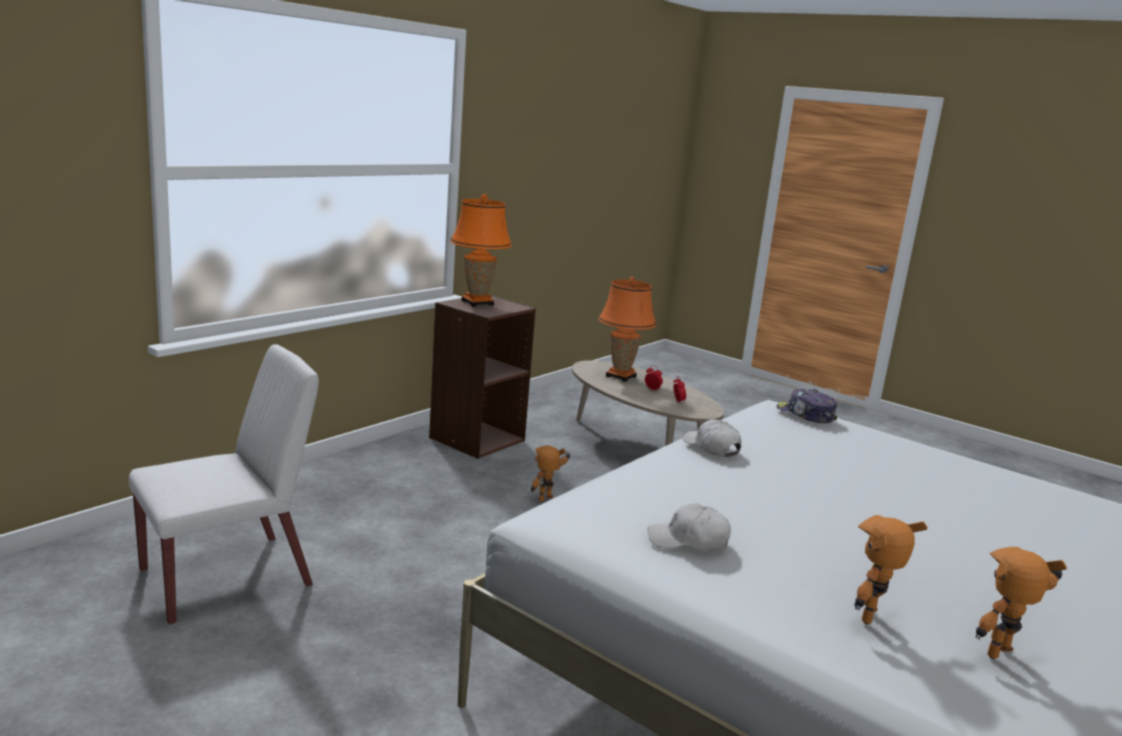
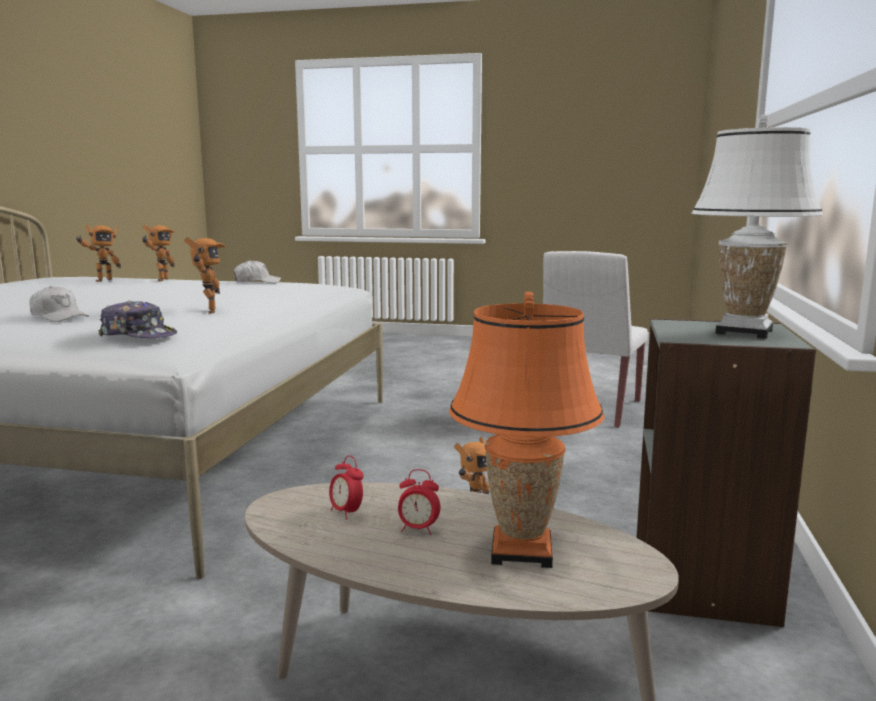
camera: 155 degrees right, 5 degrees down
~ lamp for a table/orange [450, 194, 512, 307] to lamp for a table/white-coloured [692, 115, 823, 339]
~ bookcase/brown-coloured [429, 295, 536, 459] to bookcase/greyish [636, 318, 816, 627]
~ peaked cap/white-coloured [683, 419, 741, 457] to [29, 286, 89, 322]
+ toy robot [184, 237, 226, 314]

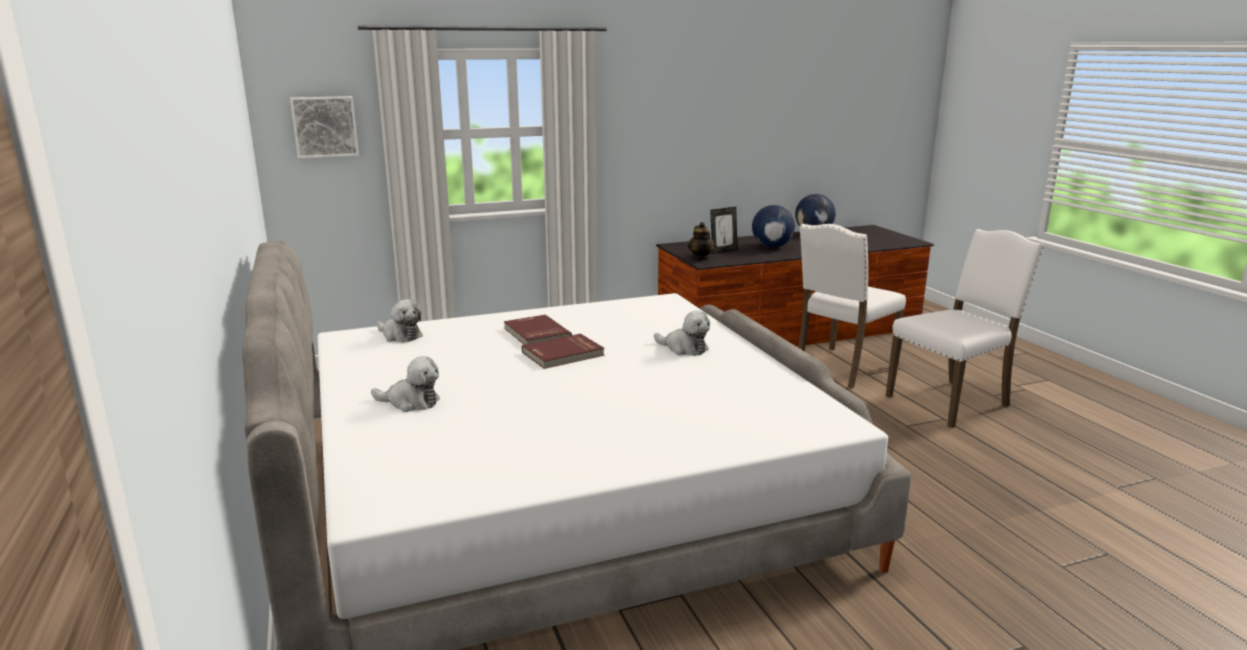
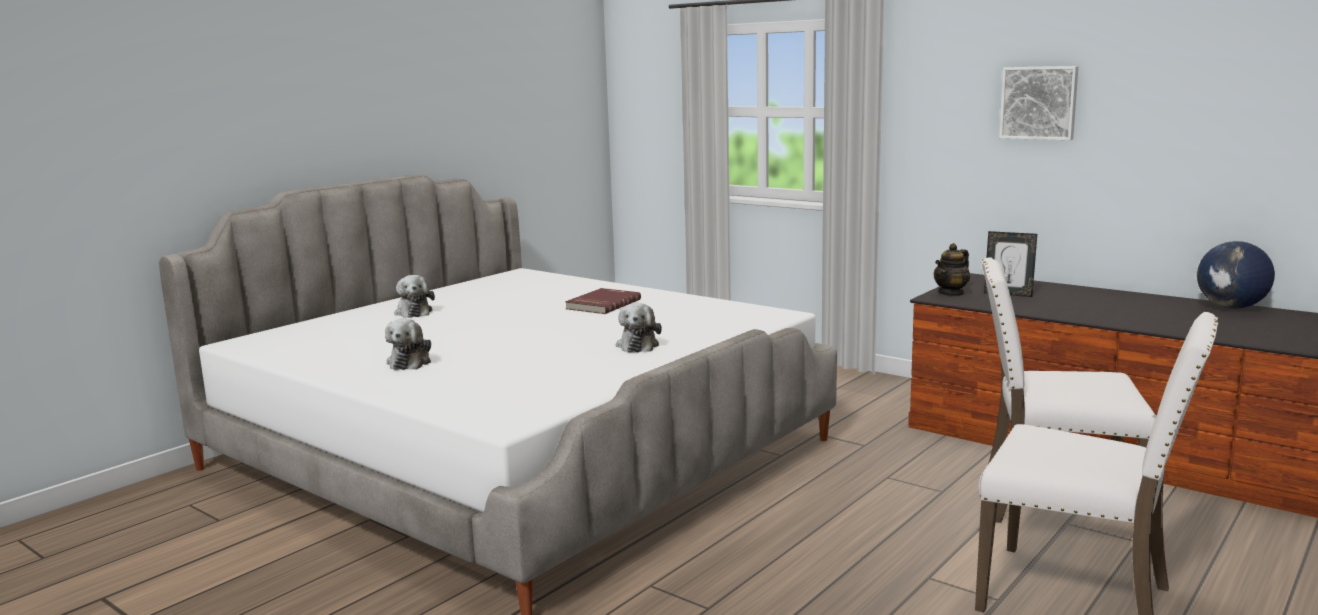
camera: 60 degrees right, 5 degrees down
~ picture [290, 96, 359, 159] to [999, 66, 1078, 140]
- globe [752, 205, 795, 248]
~ soft toy [377, 299, 423, 343] to [385, 318, 431, 370]
- book/reddish [522, 334, 605, 369]

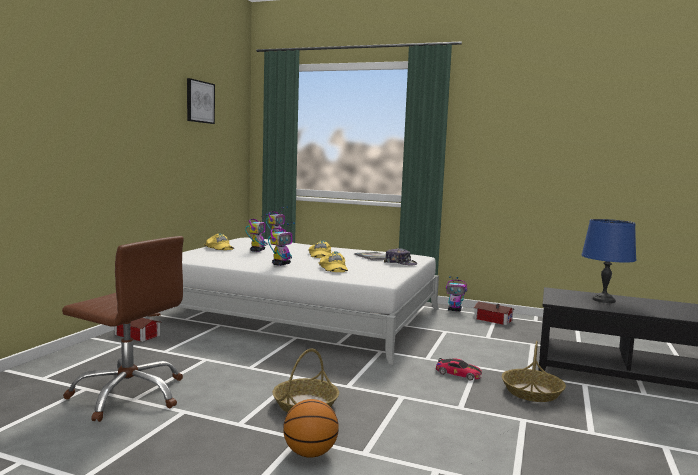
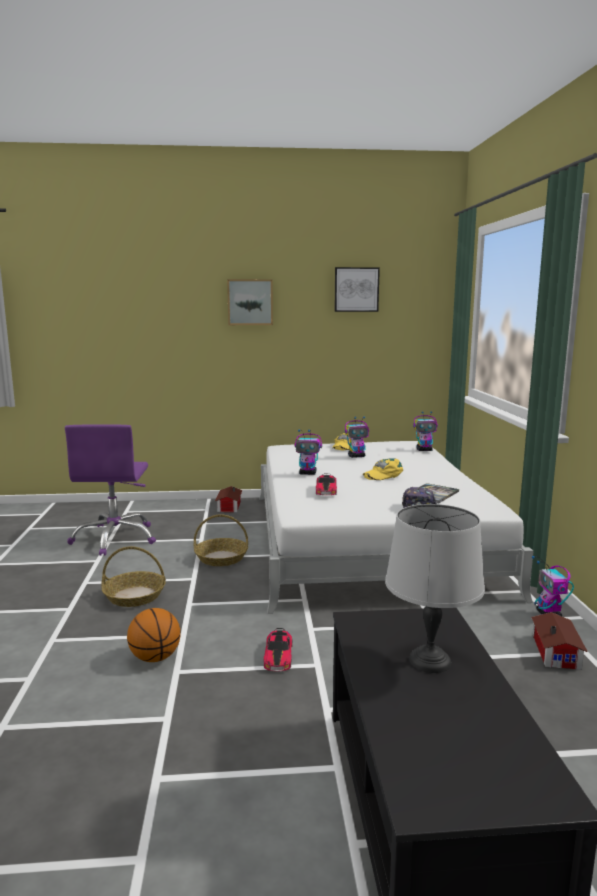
camera: 65 degrees right, 5 degrees up
~ lamp for a table/blue [582, 219, 636, 303] to lamp for a table/greyish [385, 504, 485, 673]
~ desk chair/brown-coloured [62, 236, 184, 422] to desk chair/purplish [65, 424, 156, 556]
~ peaked cap/yellow [319, 251, 348, 272] to miniature car [316, 473, 337, 495]
~ household basket [502, 341, 566, 402] to [194, 514, 248, 566]
~ ball for basketball [283, 399, 339, 458] to [127, 608, 181, 662]
+ picture [227, 279, 273, 325]

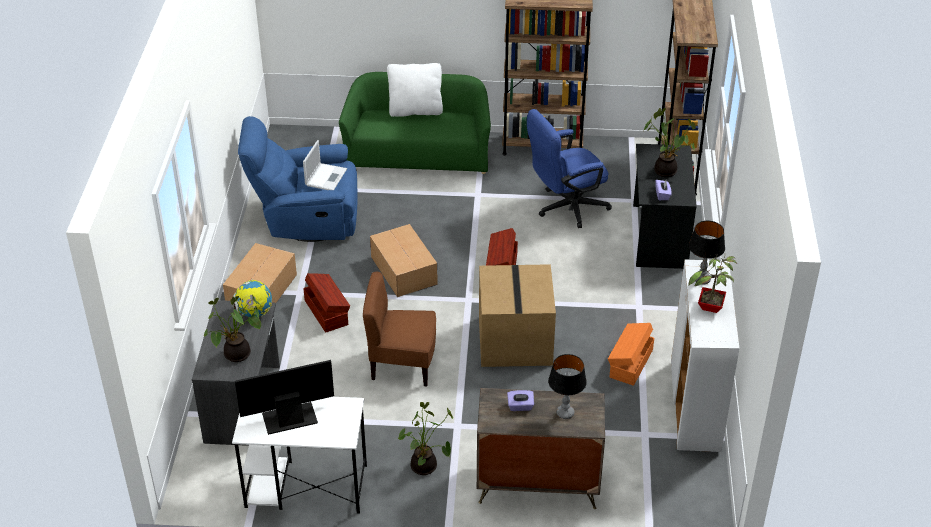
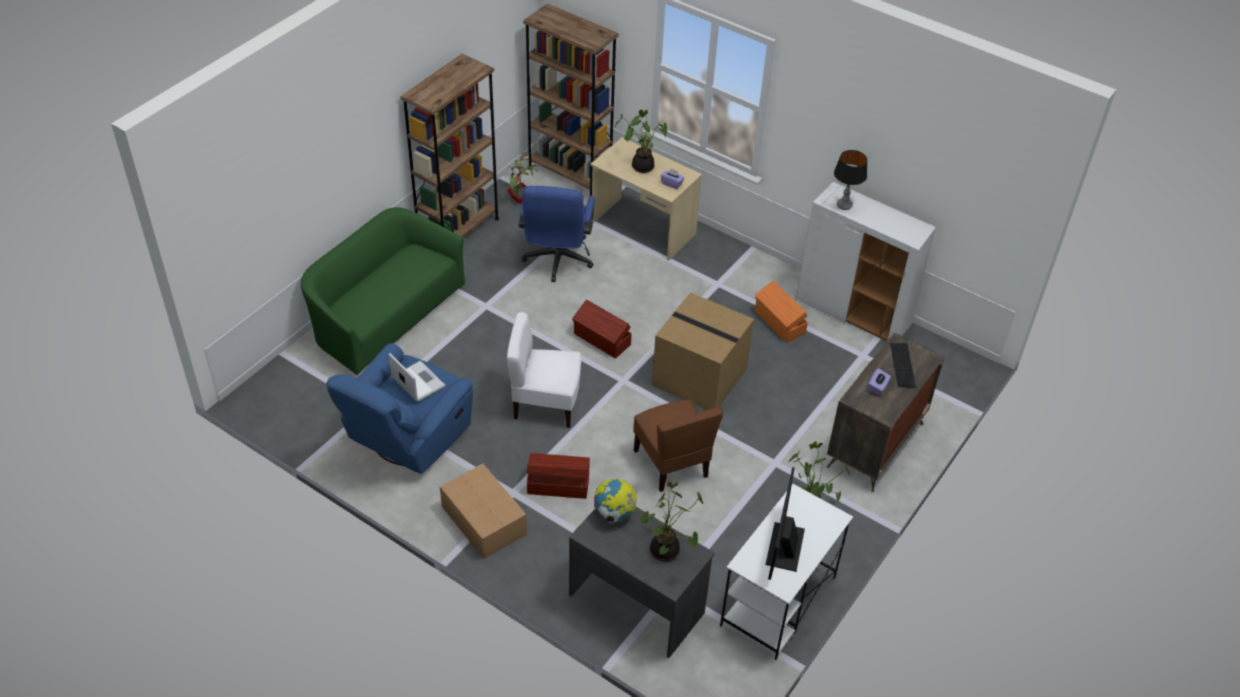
camera: 60 degrees left, 5 degrees up
- throw pillow/white-coloured [387, 63, 443, 117]
~ desk table/black-coloured [633, 144, 697, 269] to desk table/beige-coloured [590, 138, 702, 261]
~ carton [370, 224, 438, 297] to chair/white-coloured [507, 312, 581, 428]
~ potted plant [688, 255, 737, 313] to [506, 153, 539, 204]
~ chair/brown-coloured [363, 272, 436, 387] = [634, 400, 723, 492] 60 degrees counterclockwise
~ lamp for a table [548, 354, 587, 419] to computer keyboard [890, 343, 916, 388]

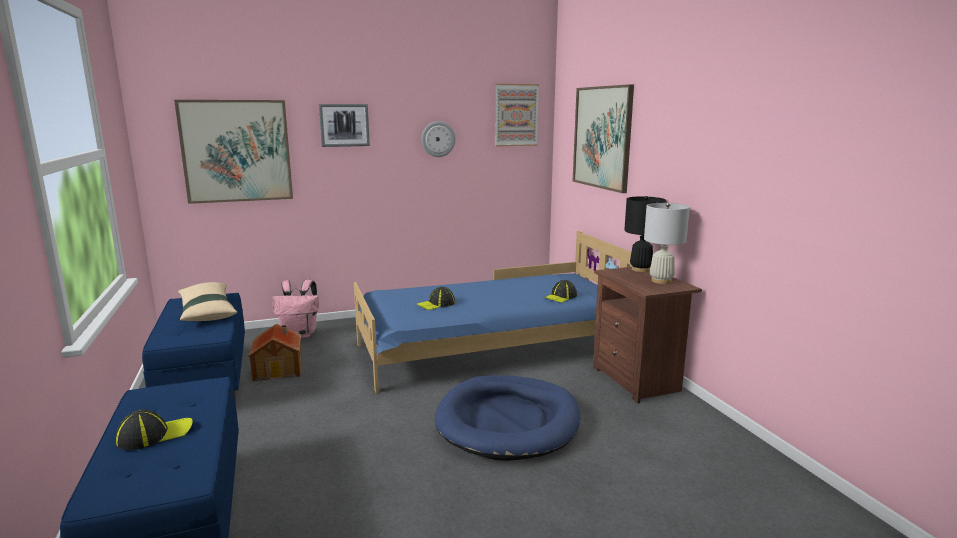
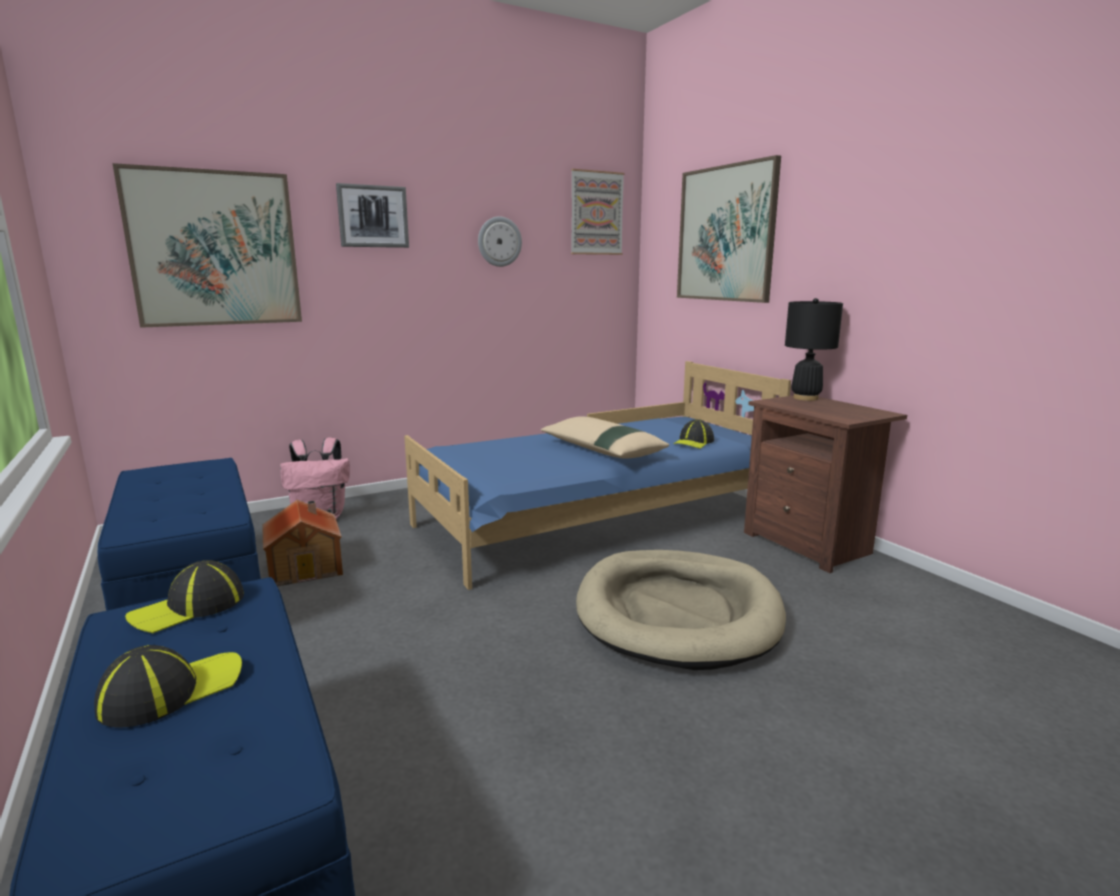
camera: 10 degrees left, 0 degrees up
- lamp for a table/white-coloured [644, 202, 690, 284]
~ throw pillow/beige-coloured [178, 282, 237, 321] to [541, 416, 669, 458]
~ peaked cap [417, 287, 455, 310] to [125, 560, 244, 633]
~ dog bed/blue [435, 375, 580, 461] to dog bed/beige-coloured [576, 550, 786, 670]

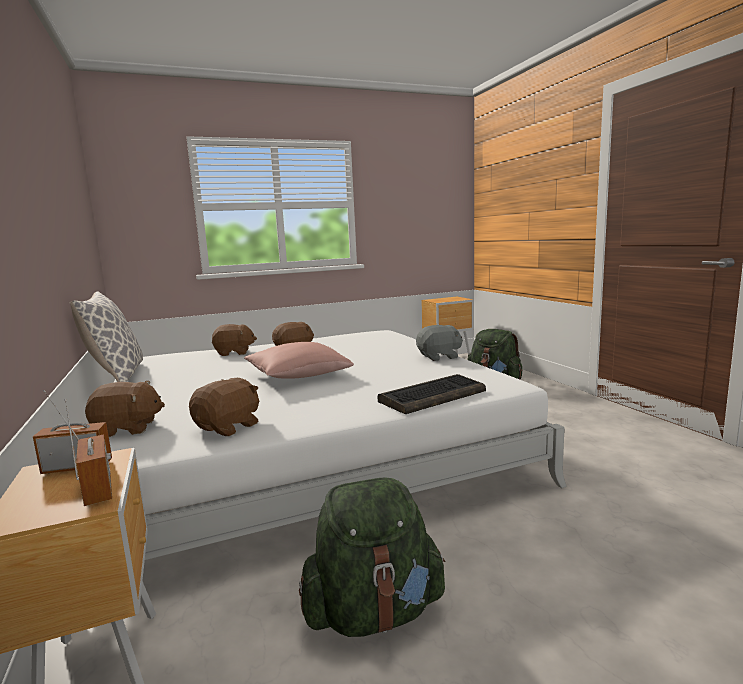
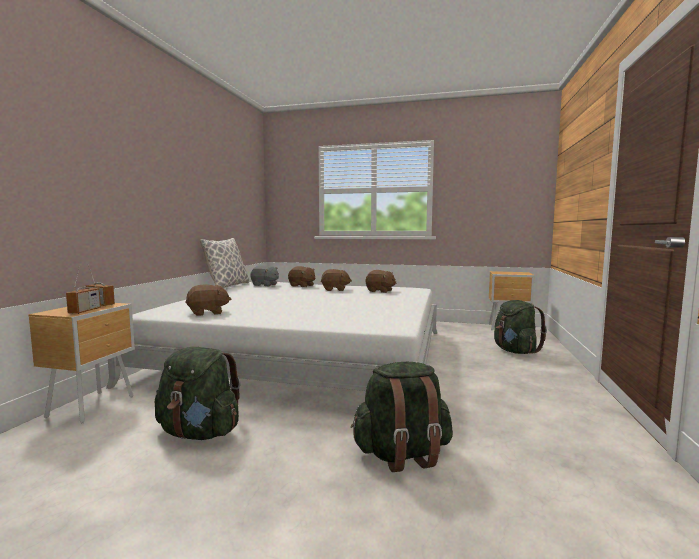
camera: 35 degrees right, 5 degrees down
~ soft toy/greyish [416, 325, 463, 361] to [250, 265, 279, 286]
- throw pillow/pinkish [244, 342, 354, 379]
- computer keyboard [378, 374, 486, 414]
~ soft toy/brown-coloured [85, 381, 165, 437] to [366, 270, 396, 293]
+ backpack/greenish [351, 362, 453, 472]

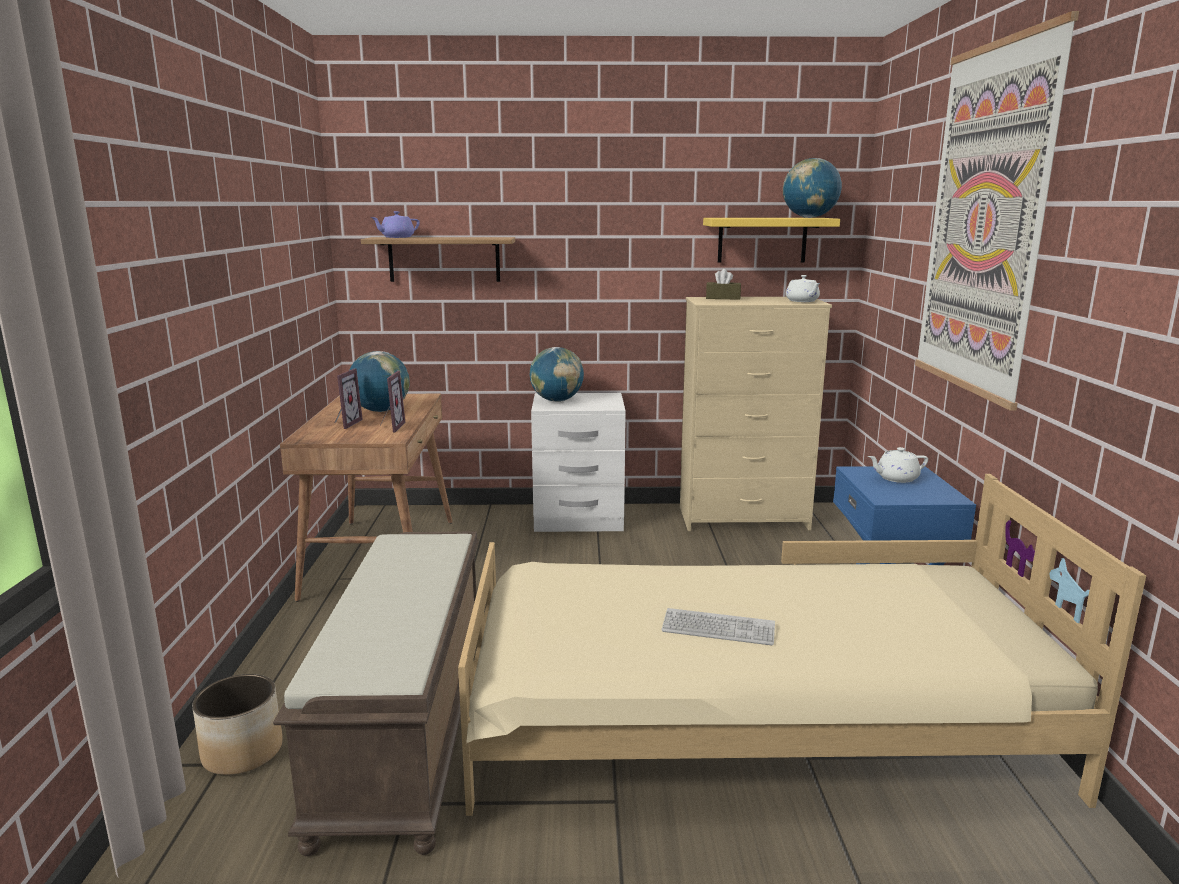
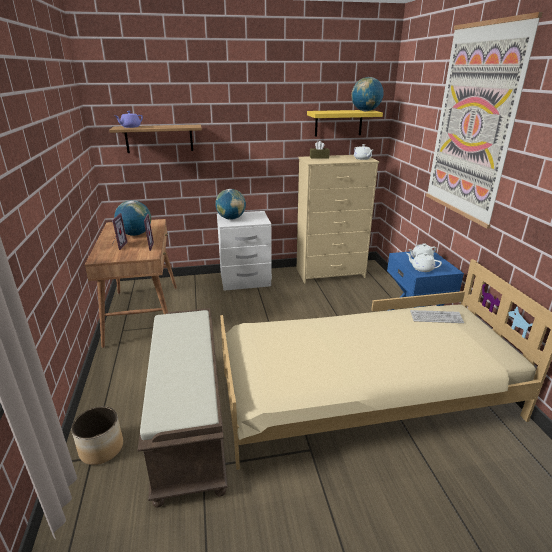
camera: 10 degrees left, 10 degrees up
~ computer keyboard [662, 608, 775, 645] to [410, 310, 464, 323]
+ teapot/white-coloured [406, 253, 442, 272]

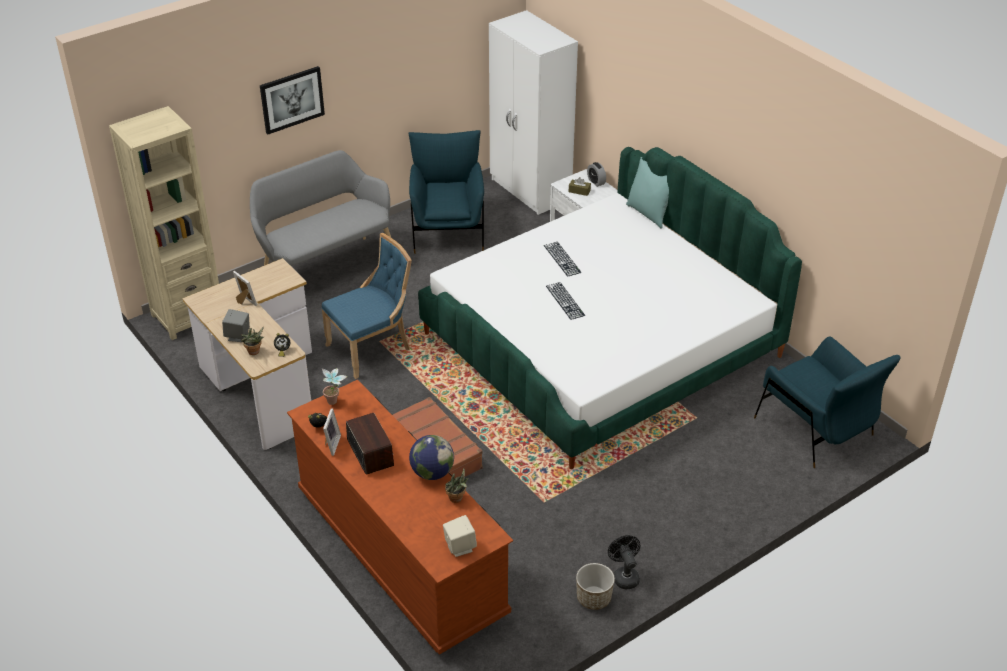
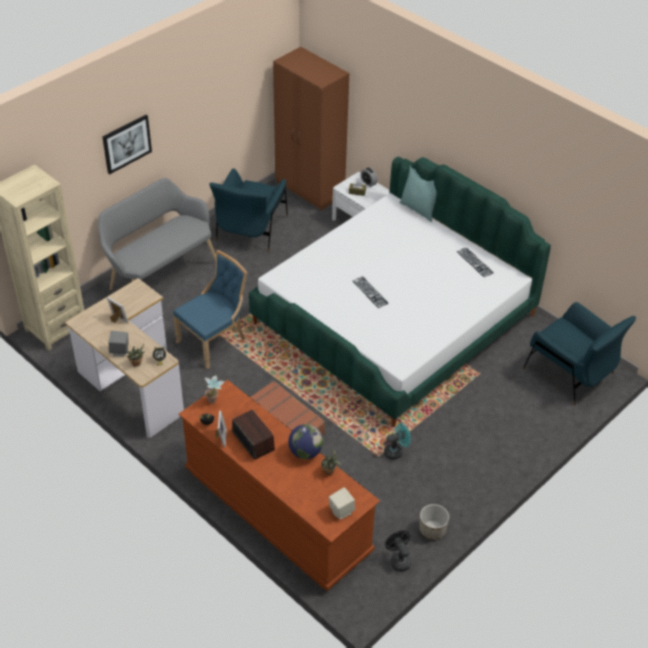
camera: 10 degrees left, 5 degrees up
~ wardrobe/white-coloured [489, 10, 578, 215] to wardrobe/brown-coloured [273, 47, 349, 210]
~ easy chair/blue [408, 130, 484, 254] = [209, 168, 288, 252] 150 degrees counterclockwise
~ computer keyboard [544, 242, 582, 277] to [457, 247, 494, 277]
~ fan/black-coloured [608, 535, 640, 589] to [385, 530, 411, 572]
+ fan/turquoise-coloured [384, 423, 411, 460]

